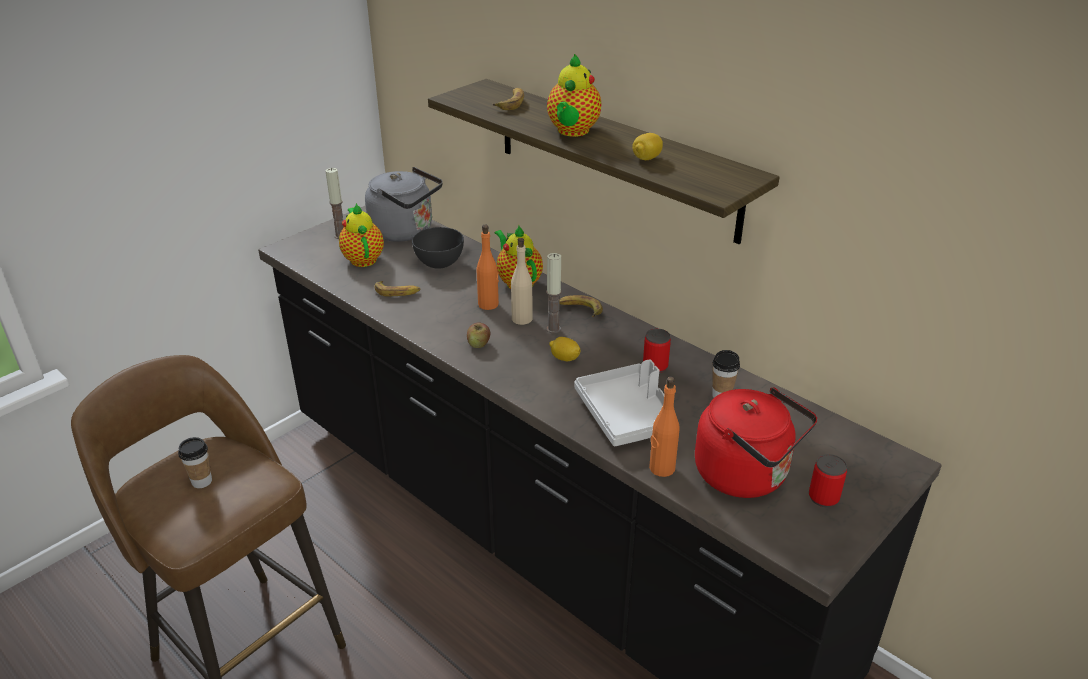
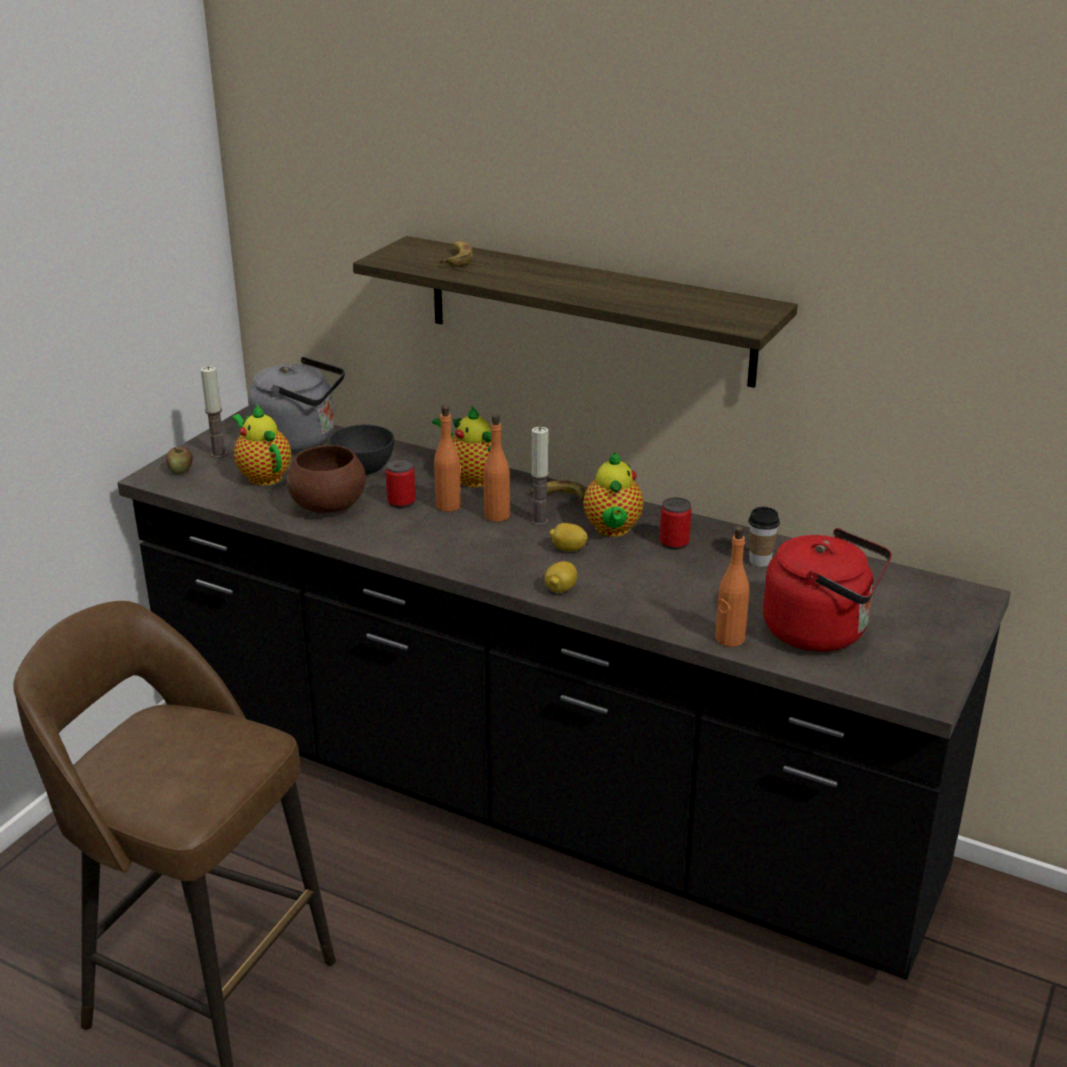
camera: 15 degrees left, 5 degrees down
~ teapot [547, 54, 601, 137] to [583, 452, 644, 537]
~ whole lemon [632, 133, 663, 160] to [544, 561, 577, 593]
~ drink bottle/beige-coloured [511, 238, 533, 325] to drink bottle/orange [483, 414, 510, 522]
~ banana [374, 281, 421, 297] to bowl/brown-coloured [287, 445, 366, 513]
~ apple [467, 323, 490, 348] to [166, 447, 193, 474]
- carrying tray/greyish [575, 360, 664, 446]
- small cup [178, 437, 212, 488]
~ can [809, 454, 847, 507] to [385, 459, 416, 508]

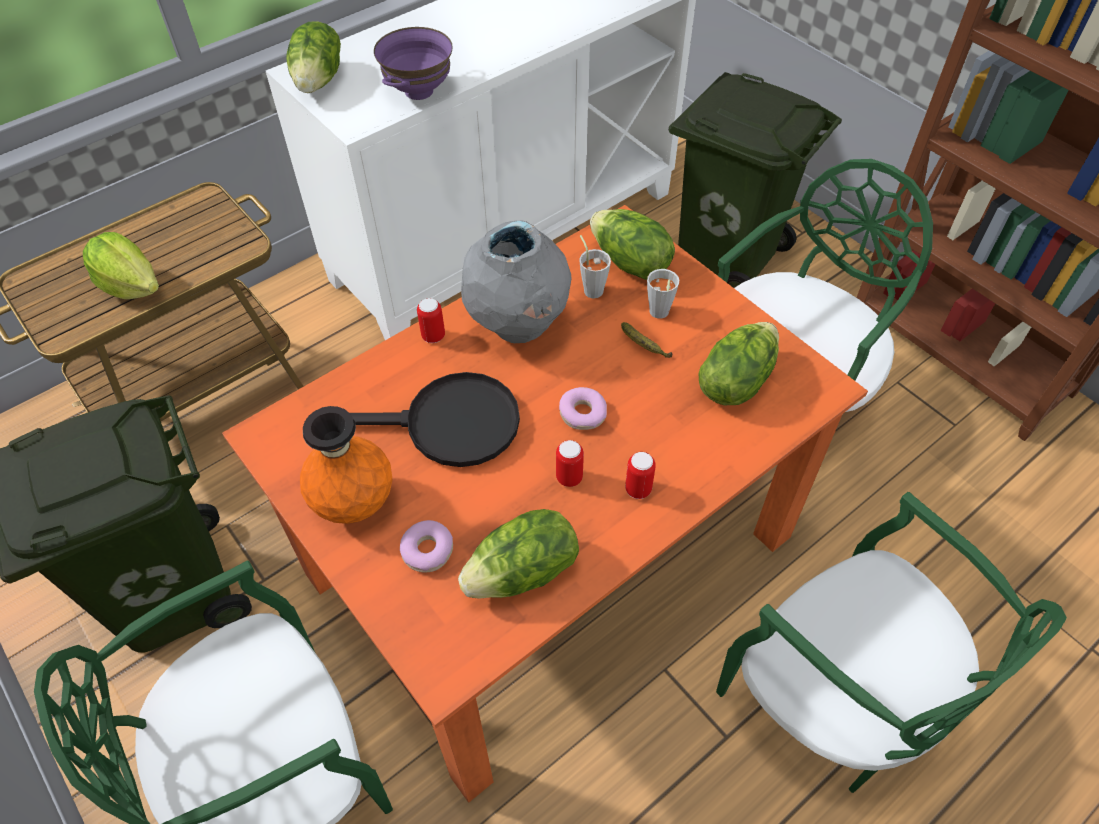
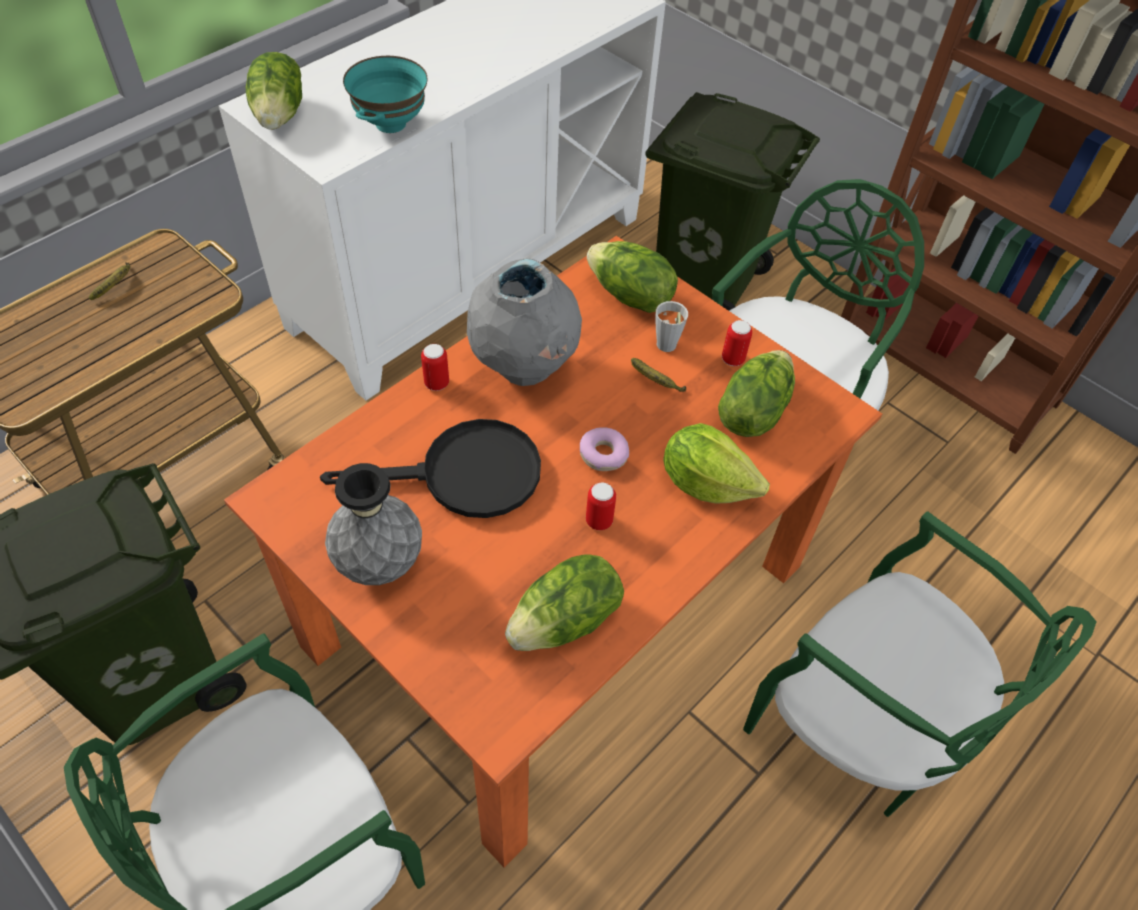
camera: 10 degrees left, 0 degrees up
~ bowl/purplish [374, 27, 453, 100] to bowl/turquoise-coloured [343, 56, 427, 133]
~ lettuce [83, 232, 159, 299] to [663, 423, 770, 504]
- small cup/greyish [579, 235, 611, 299]
~ vase/orange [300, 406, 392, 524] to vase/greyish [325, 463, 422, 585]
~ can [625, 452, 656, 499] to [722, 320, 752, 366]
- donut [400, 520, 453, 573]
+ banana [89, 262, 131, 300]

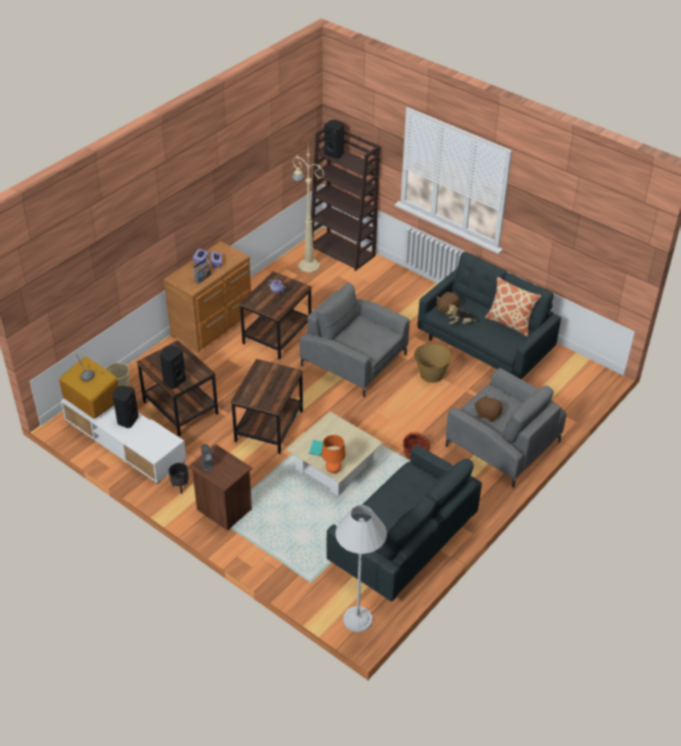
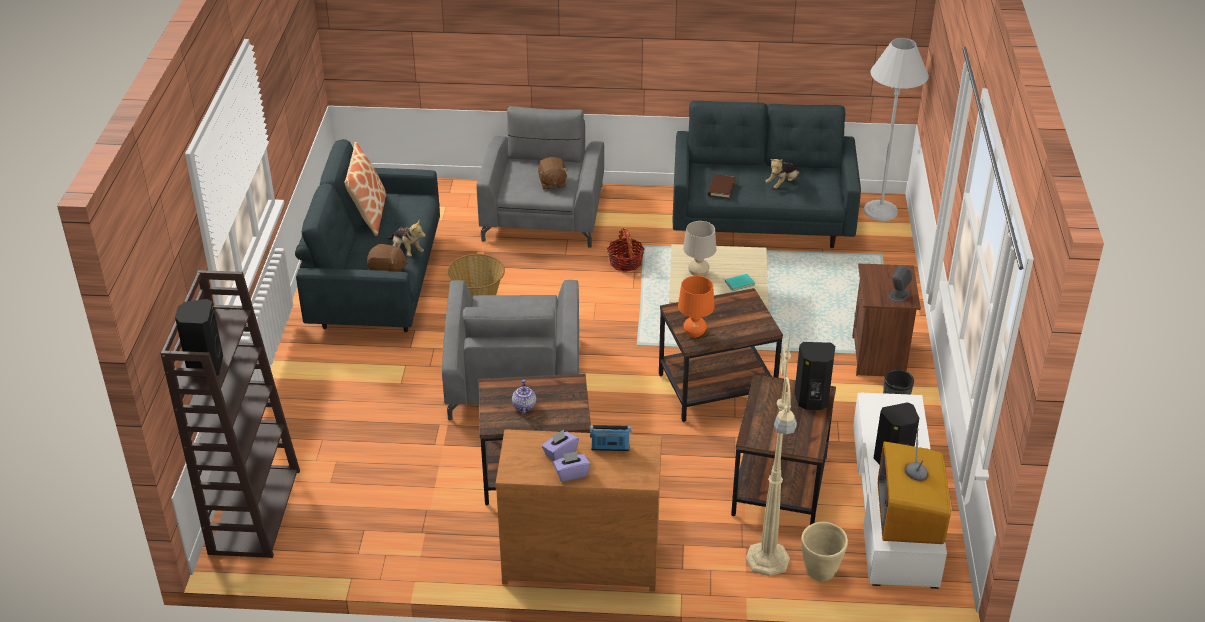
camera: 125 degrees left, 5 degrees down
~ floor lamp/beige-coloured [292, 147, 324, 273] to [746, 335, 797, 576]
~ lamp for a table/orange [321, 435, 346, 473] to [678, 276, 715, 338]
+ soft toy [765, 159, 800, 189]
+ book/brown-coloured [708, 174, 736, 199]
+ lamp for a table/beige-coloured [683, 221, 716, 276]

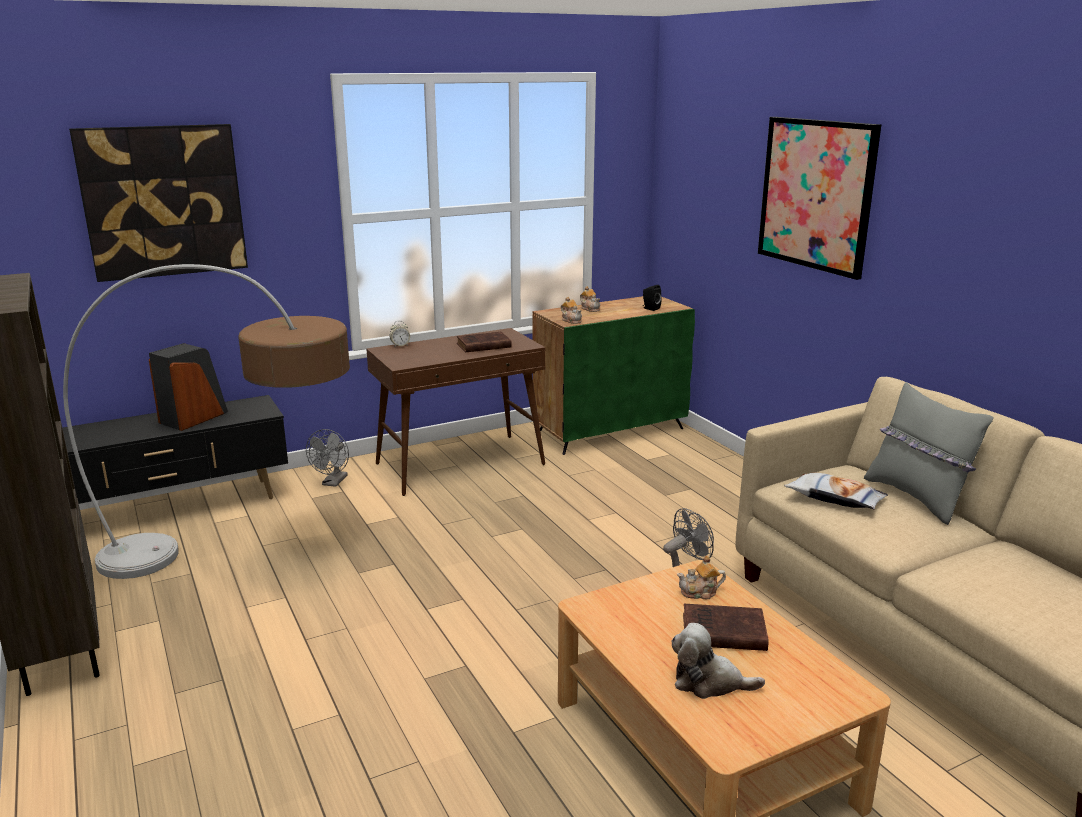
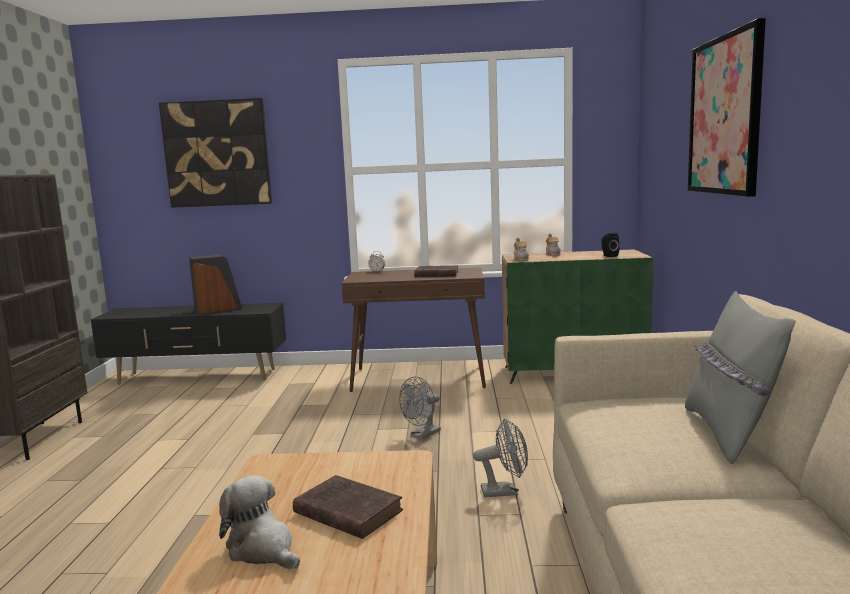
camera: 30 degrees right, 10 degrees down
- floor lamp [63, 264, 350, 579]
~ fan/greyish [306, 429, 349, 487] to [399, 377, 441, 440]
- throw pillow [784, 473, 888, 509]
- teapot [677, 555, 726, 599]

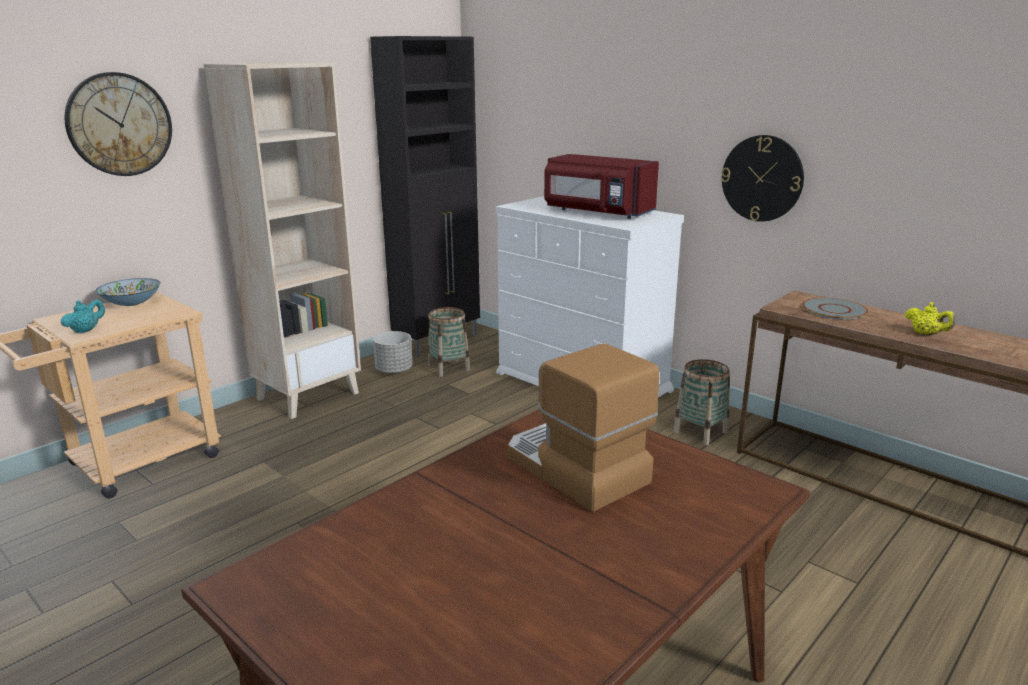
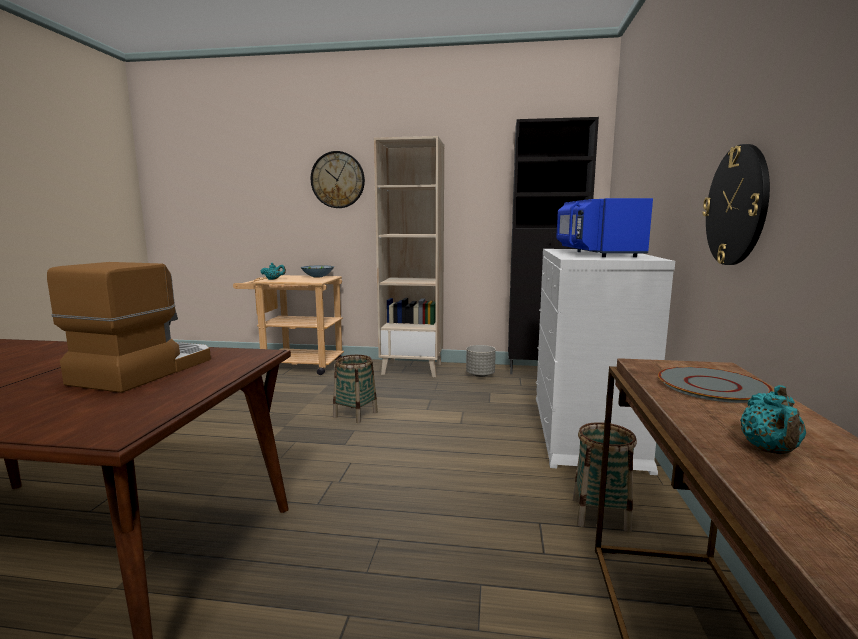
camera: 55 degrees right, 10 degrees down
~ kitchen microwave/reddish [544, 154, 659, 219] to kitchen microwave/blue [556, 198, 653, 257]
~ teapot/yellow [905, 302, 955, 335] to teapot/turquoise-coloured [740, 385, 806, 454]
~ household basket [428, 307, 470, 377] to [333, 355, 378, 423]

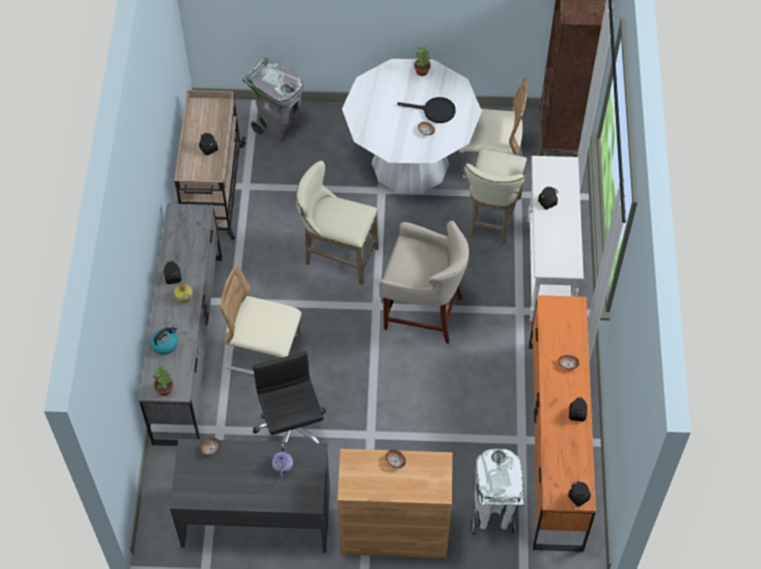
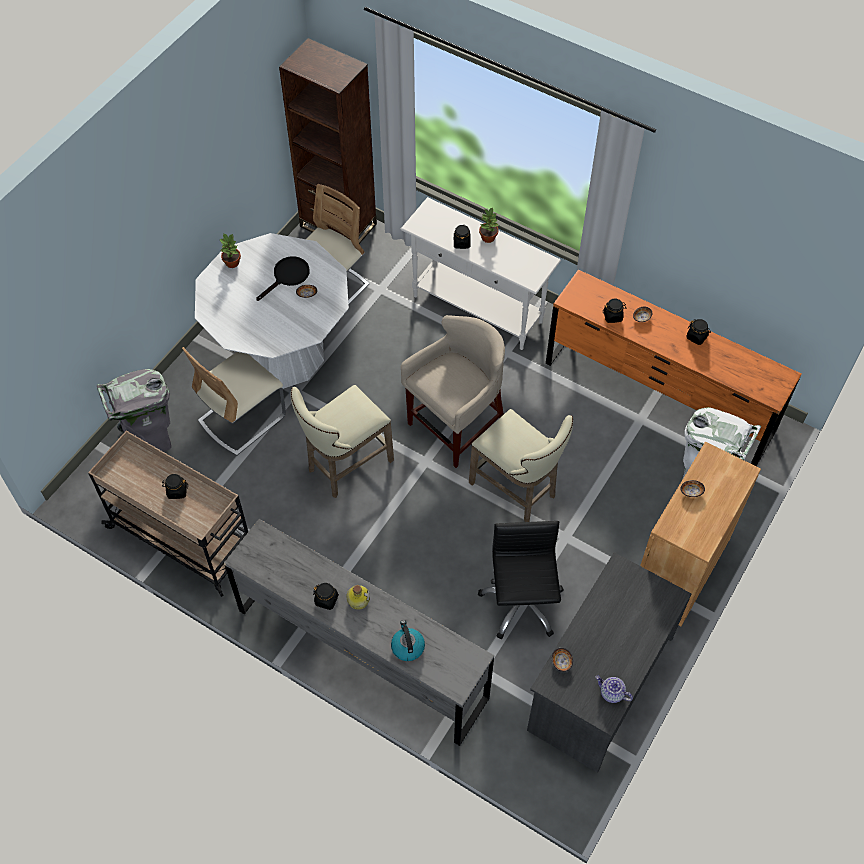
camera: 60 degrees left, 0 degrees up
~ stool seat/beige-coloured [464, 149, 527, 245] to [469, 409, 573, 522]
~ chair/beige-coloured [220, 264, 301, 375] to [182, 347, 286, 456]
~ desk chair/black-coloured [253, 351, 326, 443] = [478, 521, 564, 639] 75 degrees clockwise
~ potted plant [153, 366, 173, 396] to [479, 207, 498, 243]
~ teapot [272, 444, 293, 478] to [596, 676, 633, 703]
~ storage jar/black-coloured [568, 481, 591, 507] to [603, 299, 626, 323]

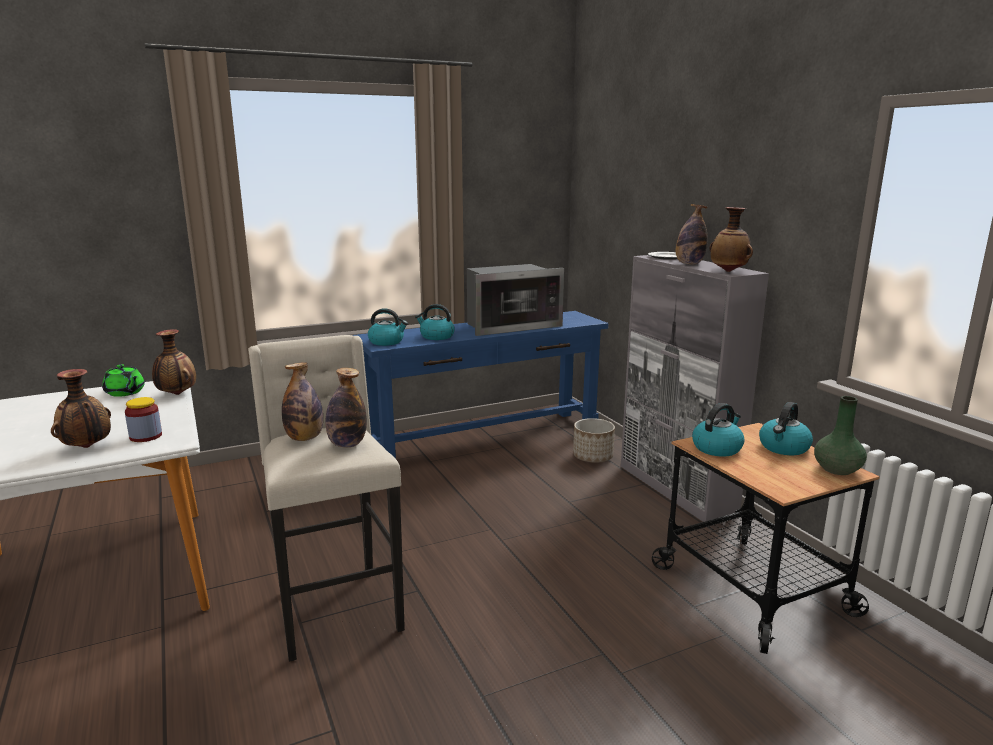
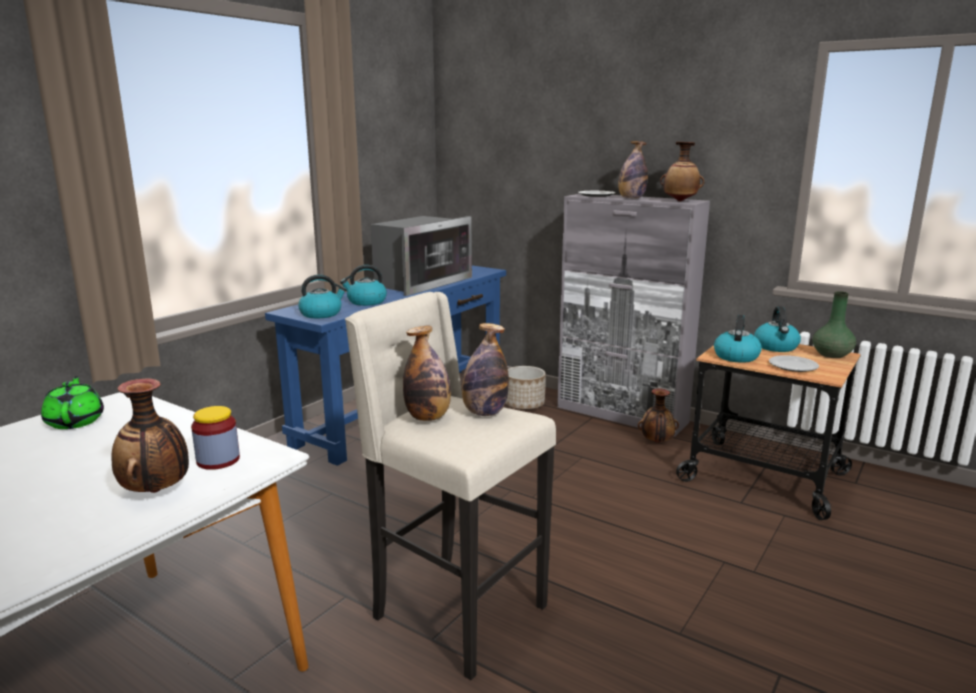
camera: 30 degrees left, 0 degrees up
~ vase [152, 329, 196, 395] to [638, 388, 679, 443]
~ teapot/greenish [102, 364, 145, 397] = [41, 376, 104, 429] 120 degrees counterclockwise
+ plate [769, 355, 819, 372]

